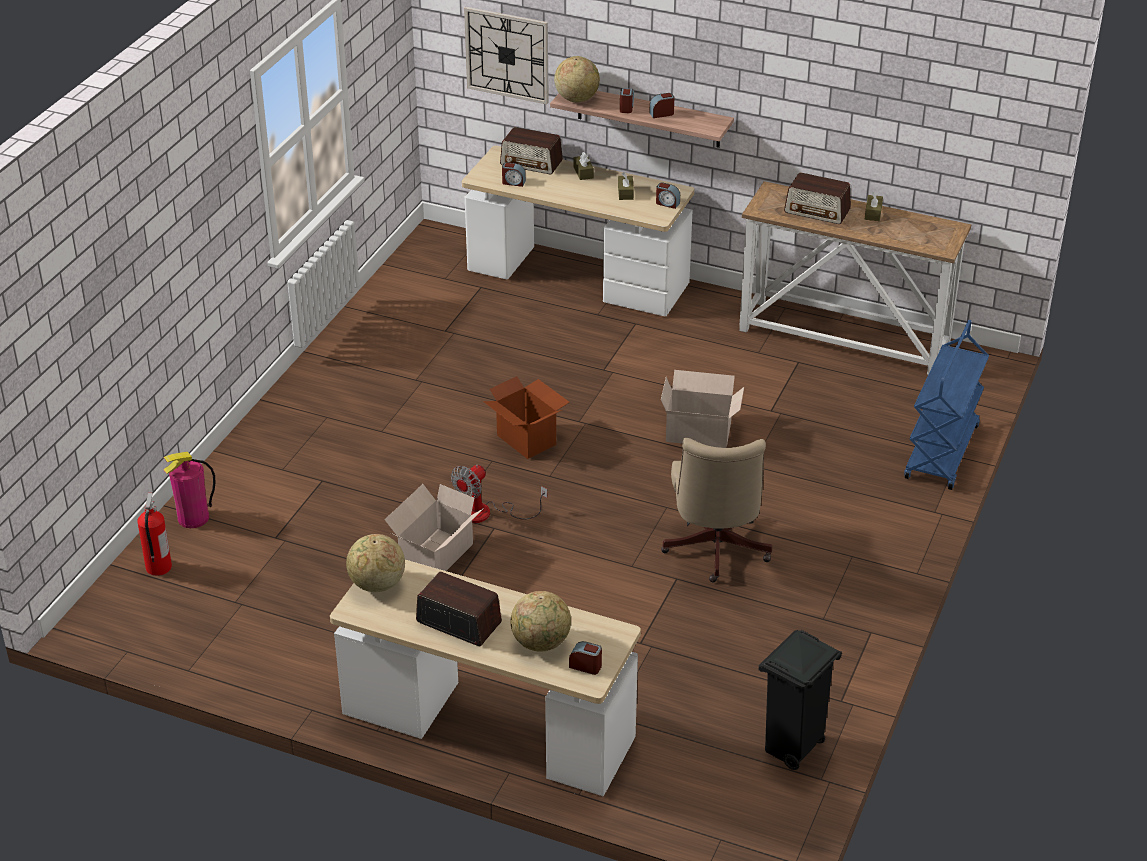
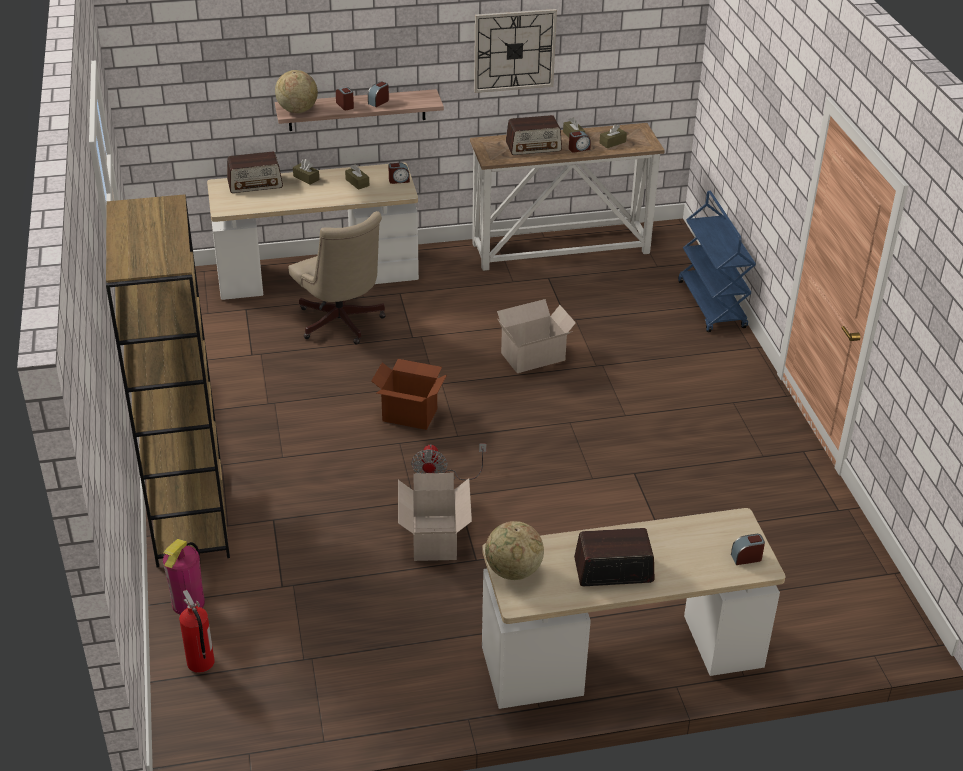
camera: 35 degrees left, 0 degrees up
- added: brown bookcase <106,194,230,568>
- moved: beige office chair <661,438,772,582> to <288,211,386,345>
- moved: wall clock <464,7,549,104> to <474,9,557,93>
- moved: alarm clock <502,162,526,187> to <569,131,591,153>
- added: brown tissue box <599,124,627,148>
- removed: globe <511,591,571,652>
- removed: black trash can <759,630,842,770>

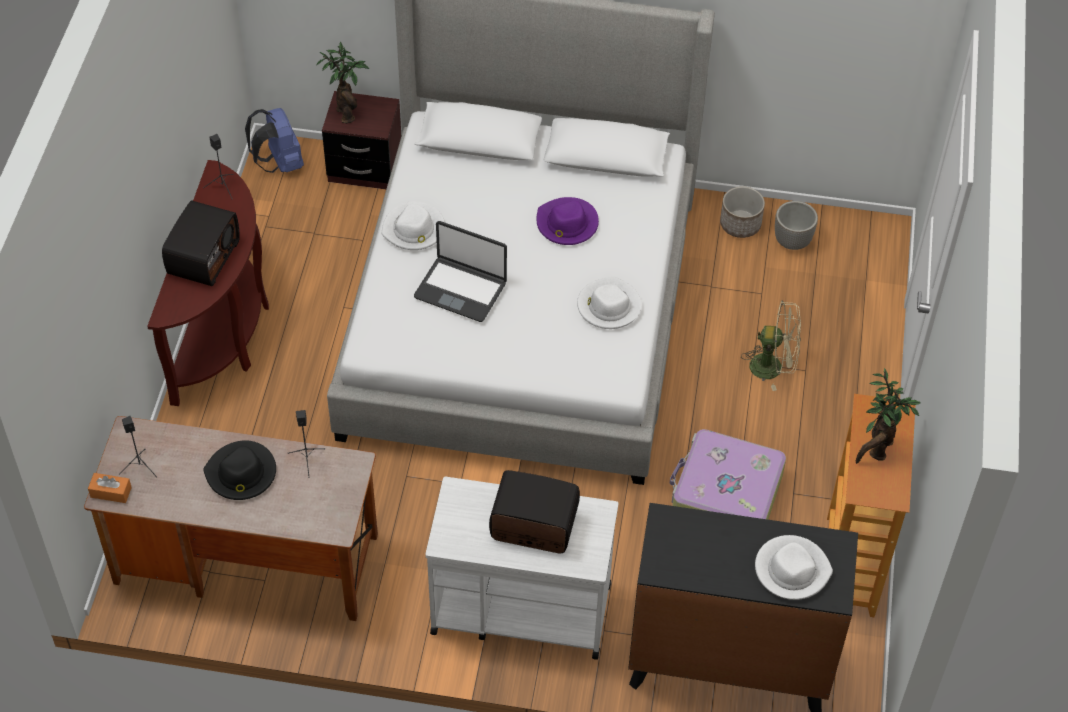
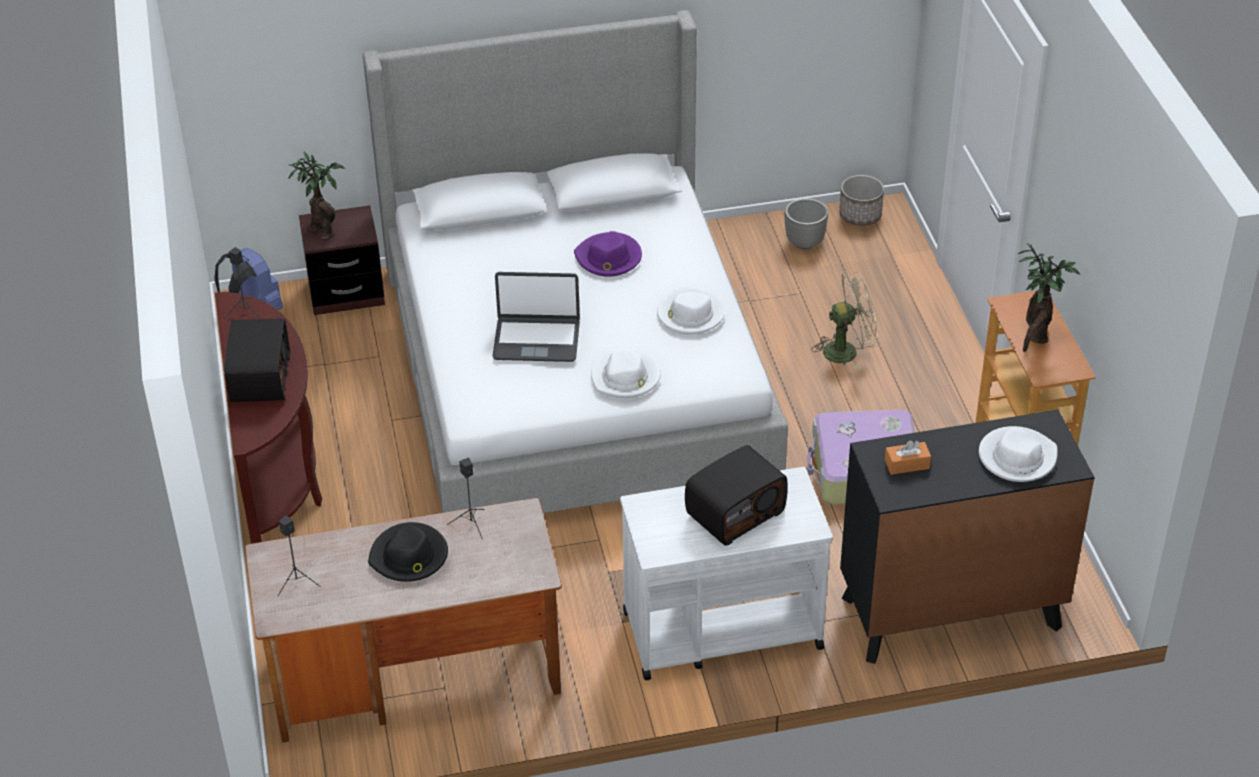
camera: 20 degrees left, 10 degrees down
- moved: white hat <382,201,445,250> to <591,349,661,398>
- turned: radio <489,470,580,554> = <685,445,788,546> 150 degrees clockwise
- moved: planter <720,186,765,238> to <839,175,884,226>
- moved: orange tissue box <88,473,132,503> to <885,440,931,475>

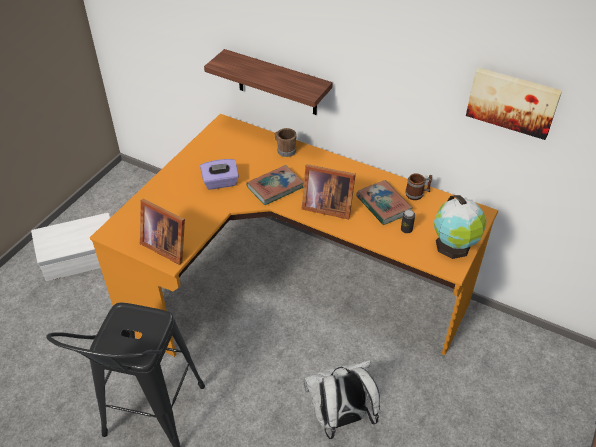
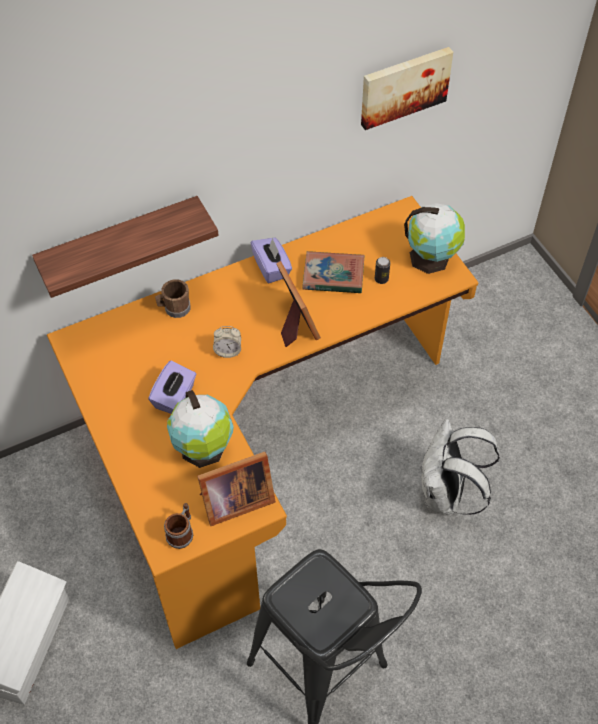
camera: 55 degrees left, 10 degrees up
- moved: mug <405,173,432,200> to <164,503,193,549>
- added: globe <167,390,234,468>
- replaced: book <246,165,304,205> to alarm clock <213,326,241,358>
- added: purple tissue box <251,238,292,283>
- turned: picture frame <302,164,356,219> = <276,261,321,347> 75 degrees counterclockwise

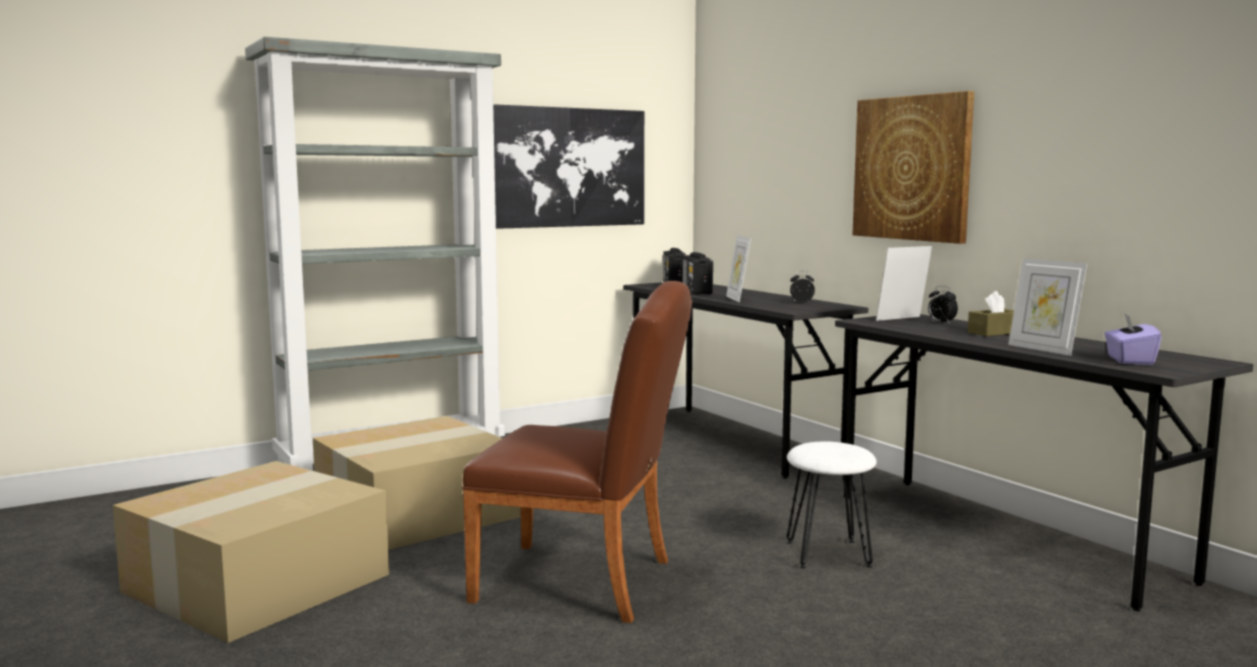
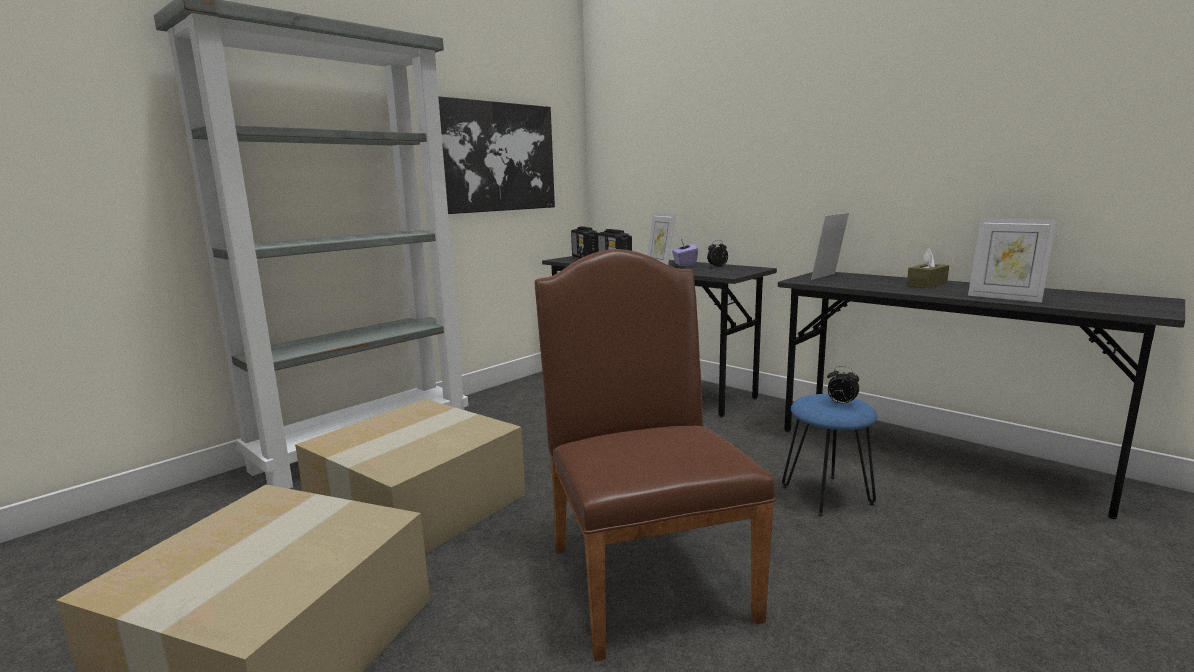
camera: 15 degrees left, 5 degrees up
- turned: brown chair <462,281,692,623> = <534,249,776,661> 105 degrees counterclockwise
- moved: purple tissue box <1104,313,1162,365> to <672,239,698,266>
- recoloured: white stool <787,442,877,569> to blue stool <782,394,877,517>
- moved: alarm clock <928,286,958,324> to <827,366,859,405>
- removed: picture <852,91,975,244>

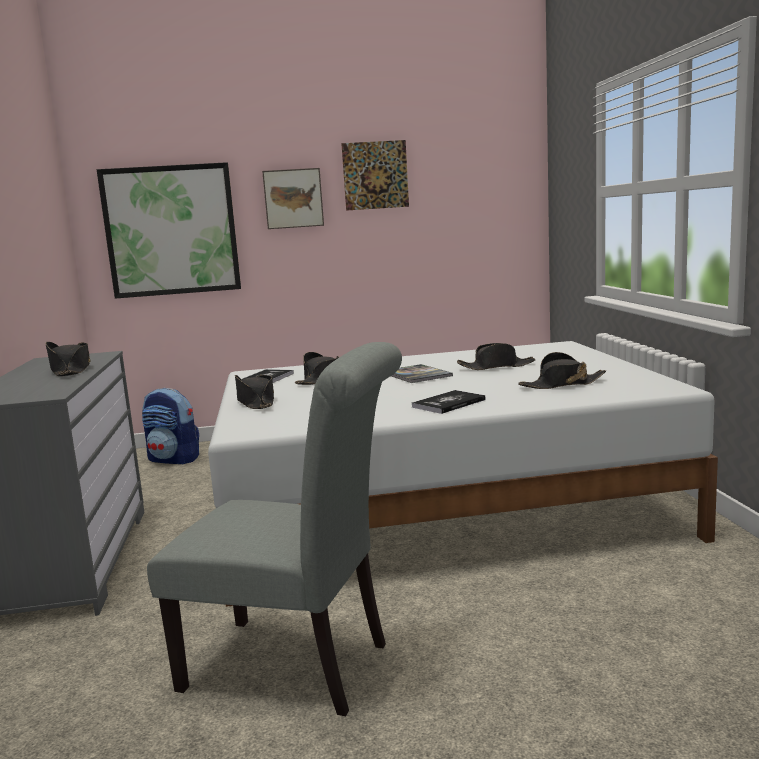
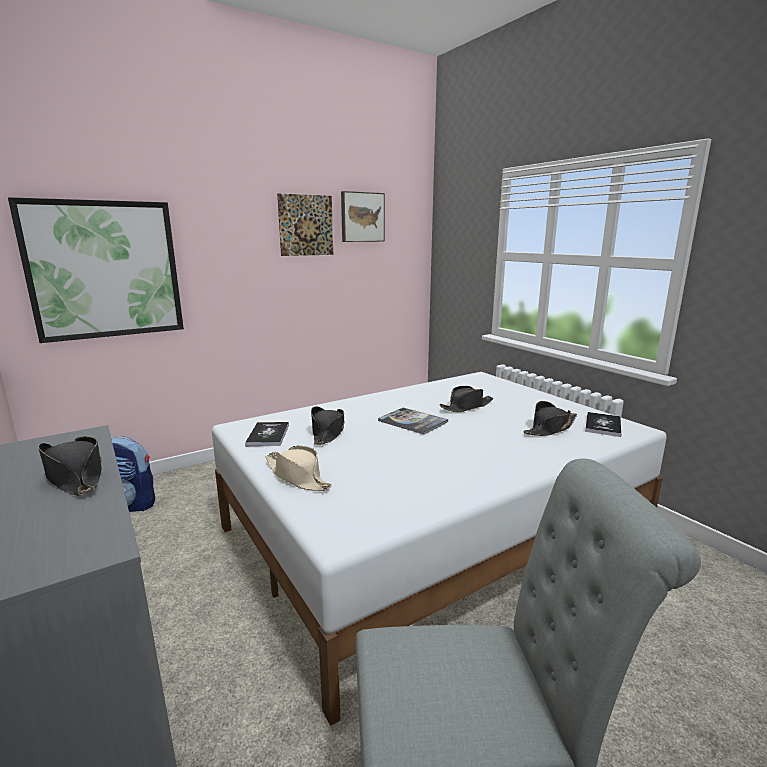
camera: 25 degrees left, 5 degrees up
- recoloured: black hat <235,375,274,409> to beige hat <265,445,332,491>
- moved: picture <262,168,324,229> to <341,191,385,242>
- moved: book <412,390,485,414> to <585,412,621,437>

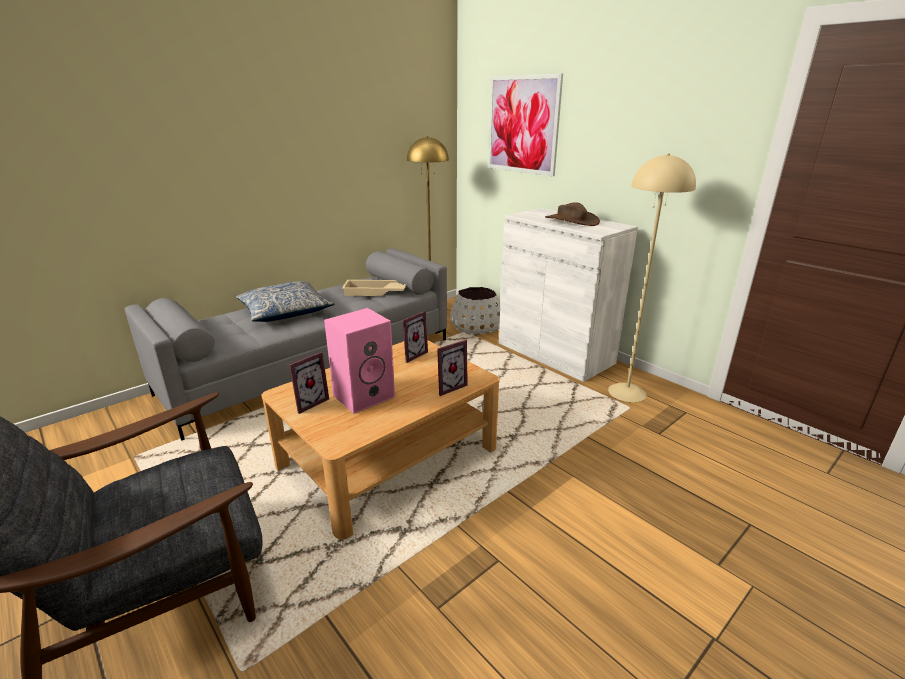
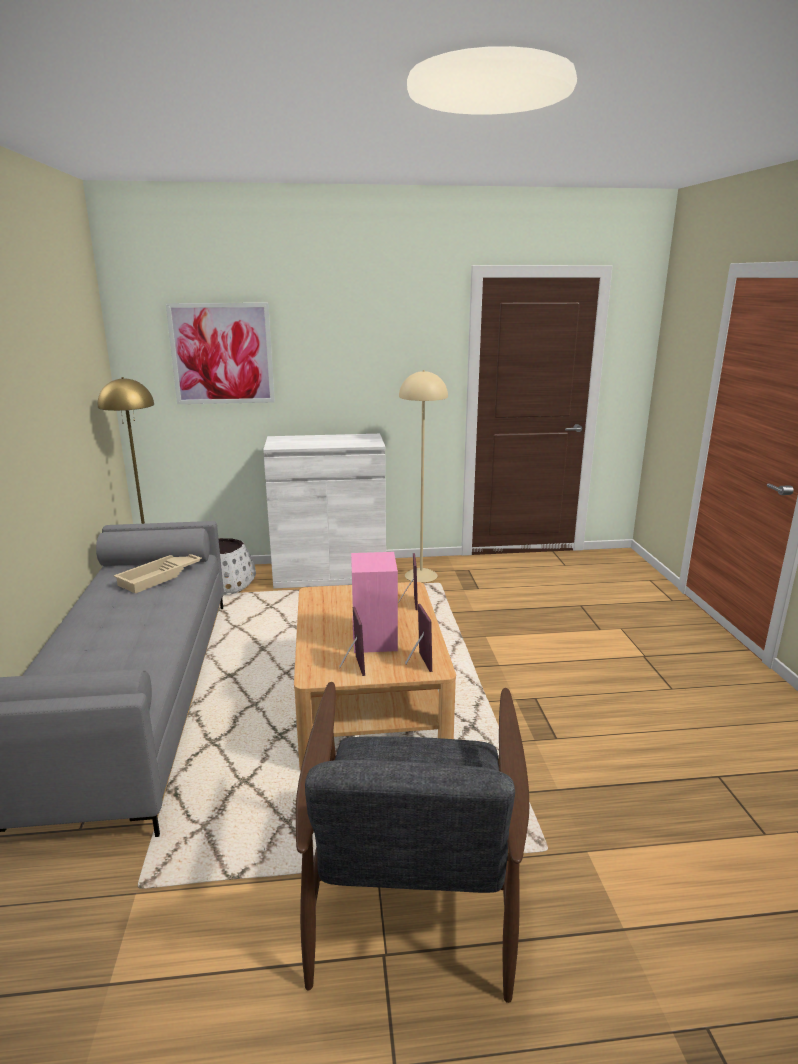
camera: 55 degrees left, 5 degrees down
- moved: picture frame <403,311,428,363> to <405,604,432,672>
- removed: pillow <236,281,335,322>
- removed: brown hat <545,202,600,226>

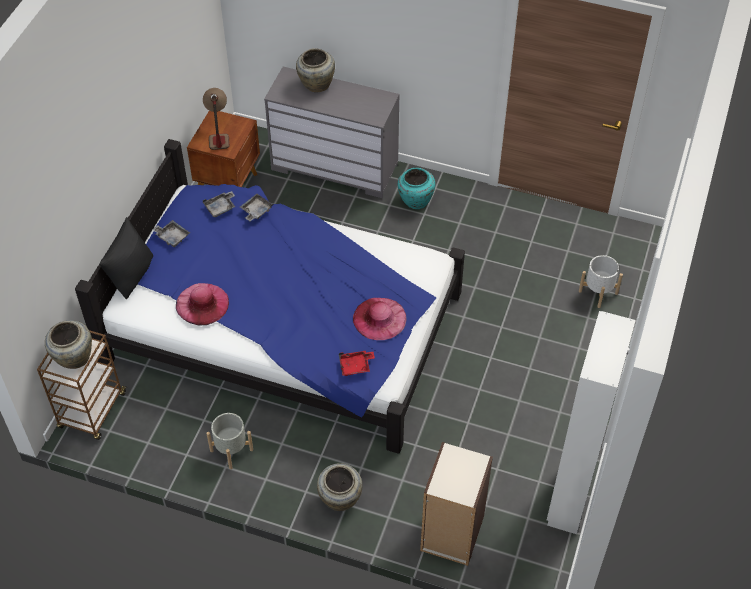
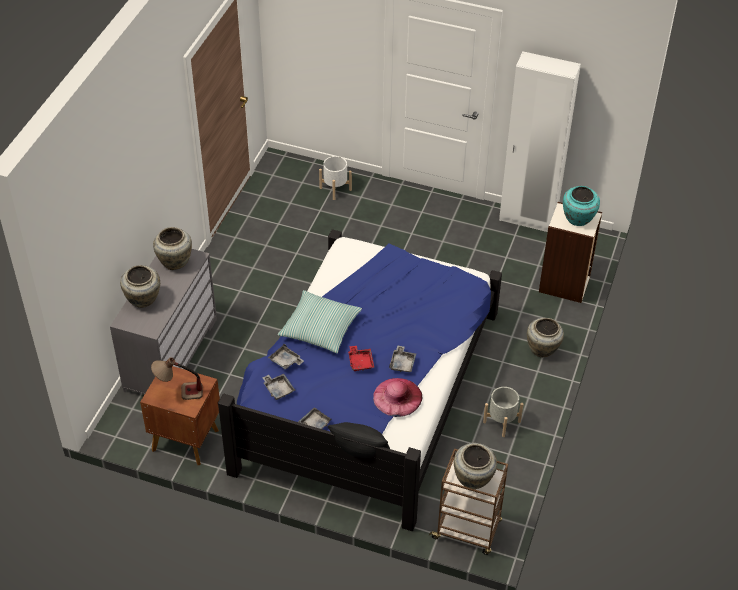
camera: 90 degrees left, 5 degrees down
- added: beige vase <153,227,192,270>
- added: pillow <277,290,362,353>
- moved: red tray <339,351,375,376> to <348,346,374,371>
- added: grey tray <389,346,416,372>
- moved: turquoise vase <398,168,435,209> to <563,186,600,226>
- removed: pink hat <353,298,407,340>

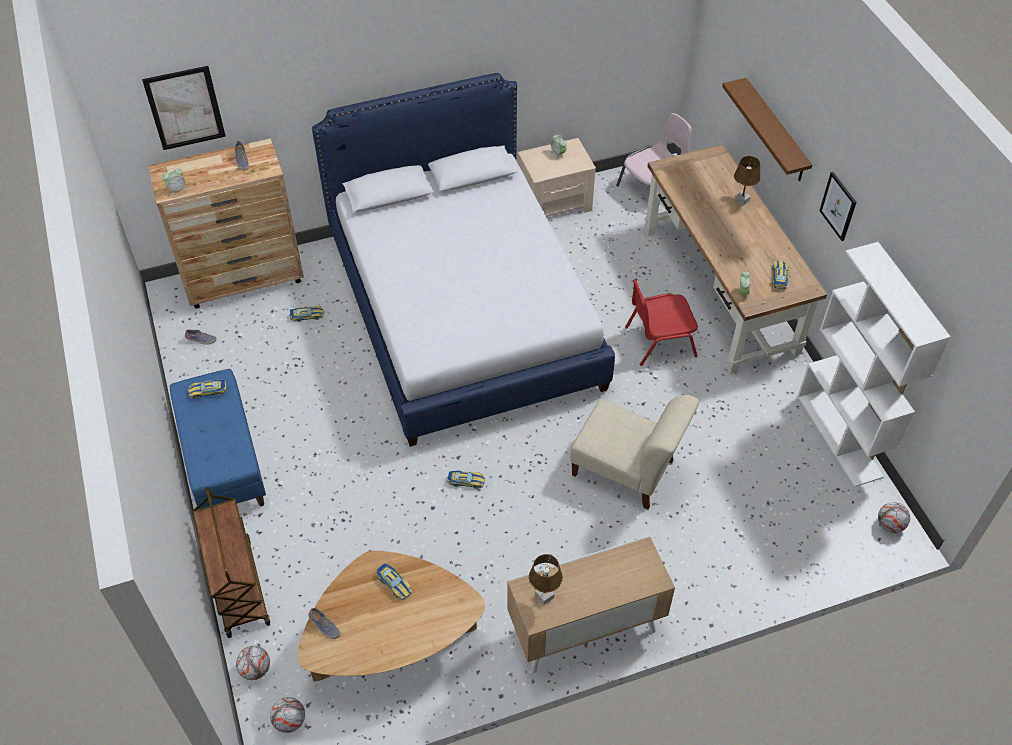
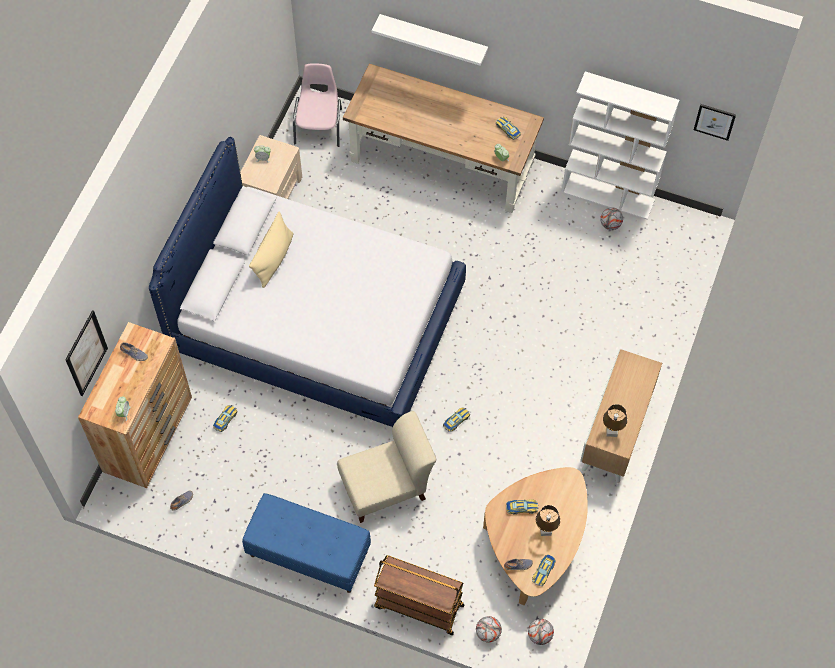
camera: 50 degrees left, 10 degrees up
- added: beige pillow <249,211,293,288>
- moved: beige chair <570,395,699,509> to <337,411,436,523>
- recoloured: brown shelf <722,78,812,181> to white shelf <372,14,488,66>
- moved: toy car <188,380,227,399> to <532,555,556,586>
- moved: brown table lamp <734,156,760,206> to <536,505,560,536>
- moved: football <878,502,910,533> to <600,208,623,230>
- moved: picture <819,172,857,241> to <694,104,736,141>
- removed: red chair <625,279,698,366>

